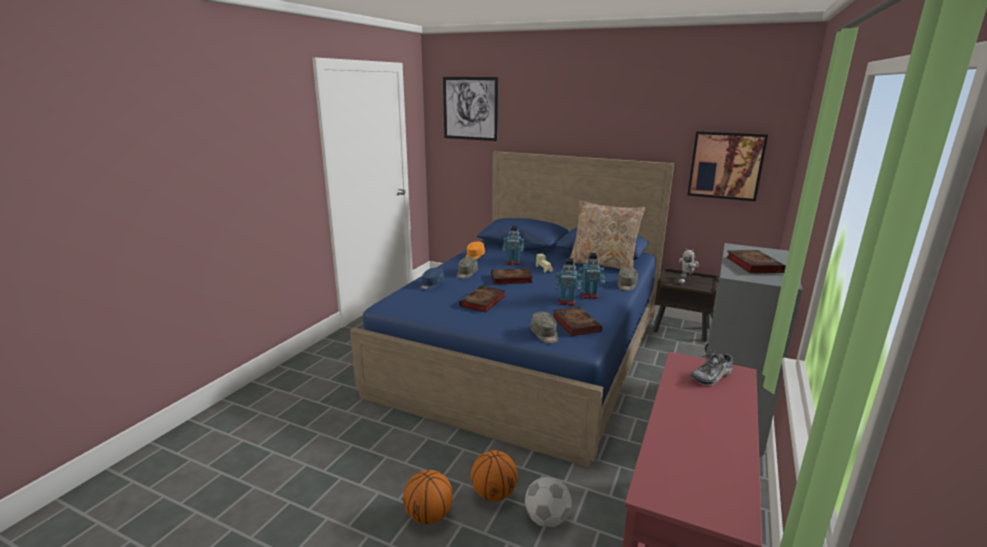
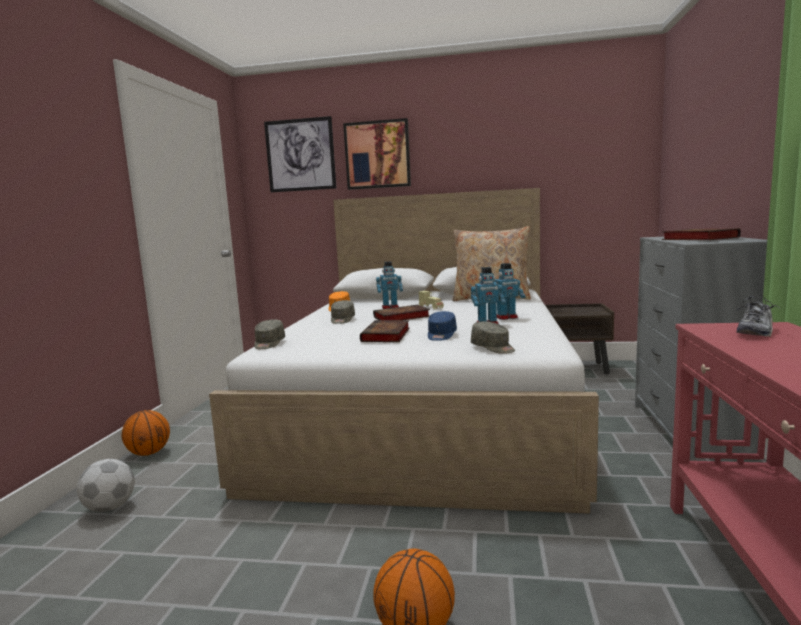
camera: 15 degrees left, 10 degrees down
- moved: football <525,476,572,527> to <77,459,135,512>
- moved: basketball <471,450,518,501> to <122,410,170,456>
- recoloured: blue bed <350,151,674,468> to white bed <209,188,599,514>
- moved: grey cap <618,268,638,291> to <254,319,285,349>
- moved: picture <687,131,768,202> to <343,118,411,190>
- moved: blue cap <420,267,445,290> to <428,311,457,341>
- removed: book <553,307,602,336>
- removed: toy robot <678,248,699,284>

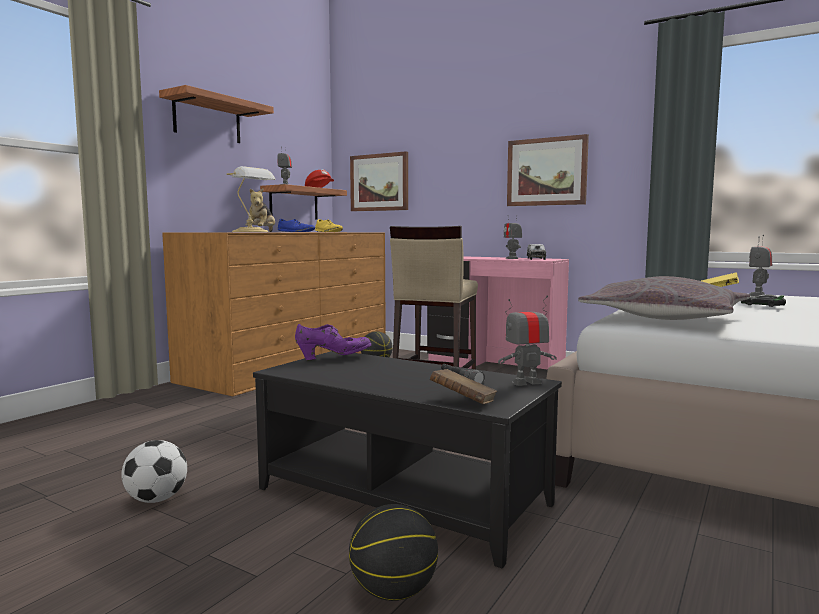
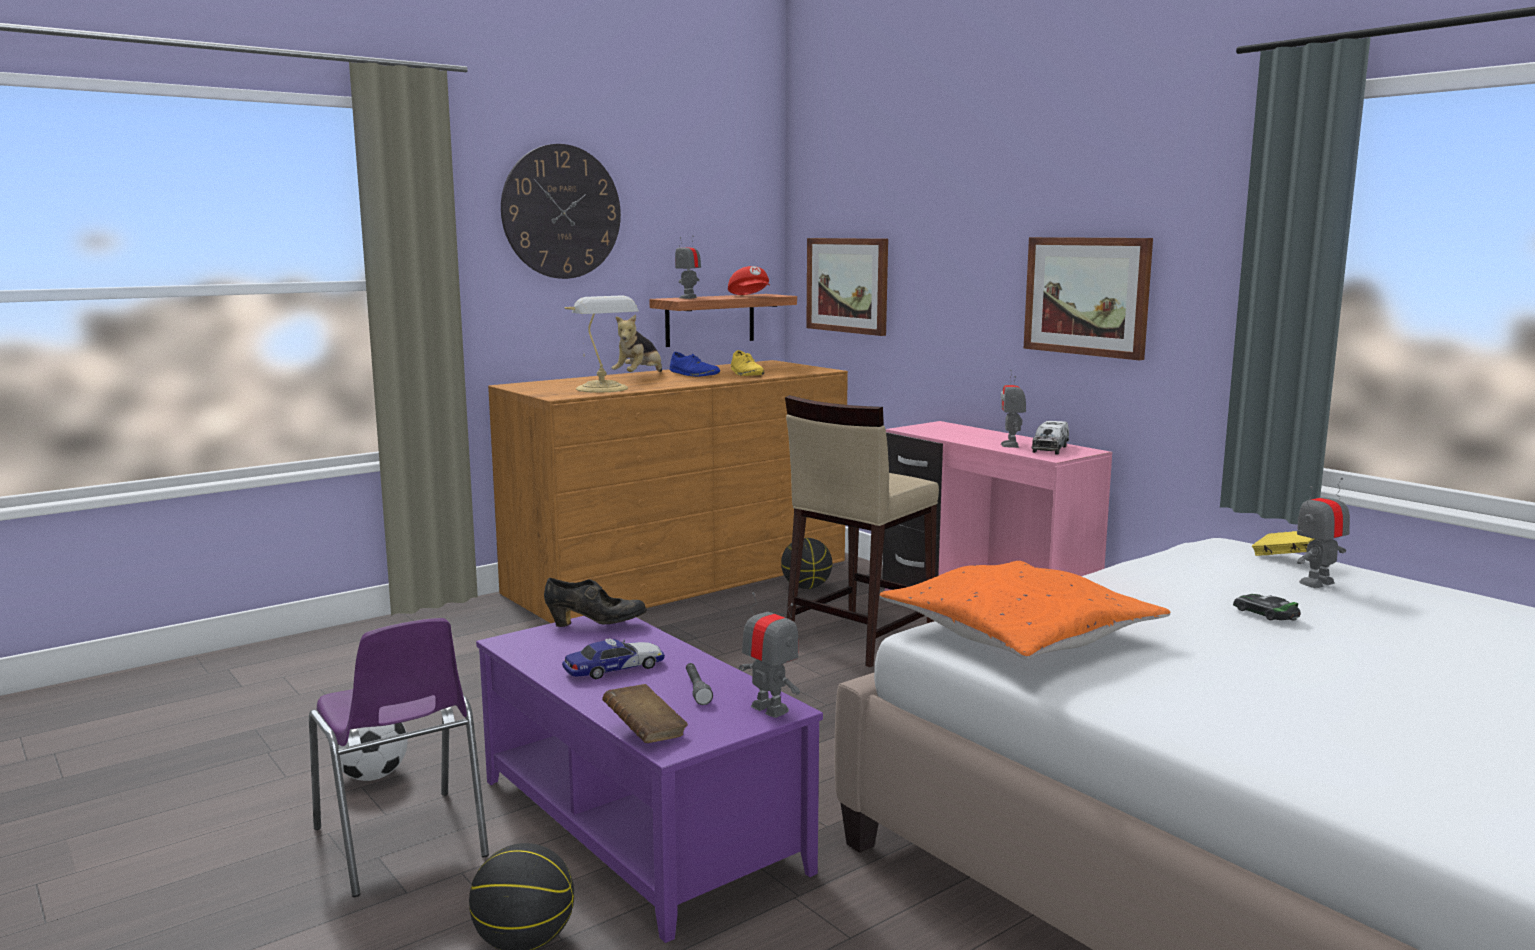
camera: 20 degrees right, 5 degrees up
- added: purple chair <309,618,489,897>
- recoloured: black coffee table <253,351,562,568> to purple coffee table <476,616,823,943>
- replaced: shelf <159,85,274,143> to wall clock <501,144,621,279>
- recoloured: purple shoe <295,324,371,361> to black shoe <544,578,647,627>
- added: toy car <562,639,665,679>
- turned: toy robot <498,296,557,386> = <739,592,800,718> 45 degrees clockwise
- recoloured: grey pillow <578,276,750,320> to orange pillow <880,561,1170,659>

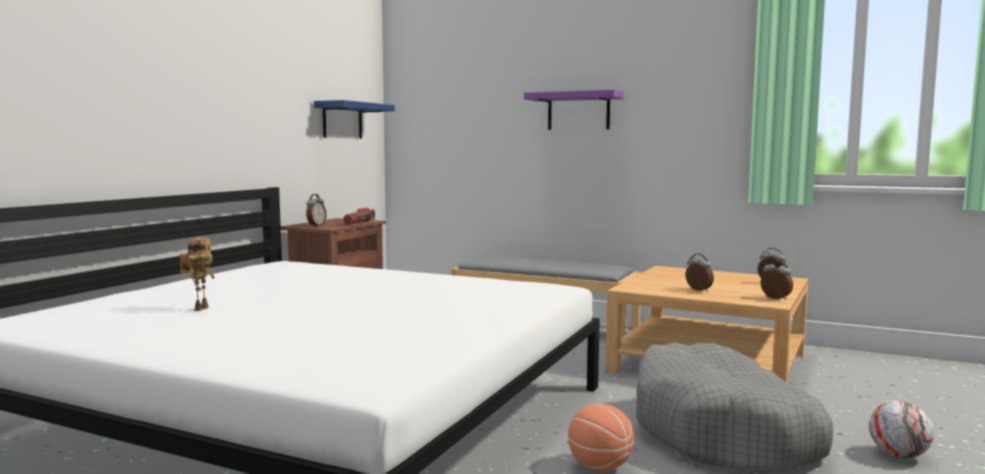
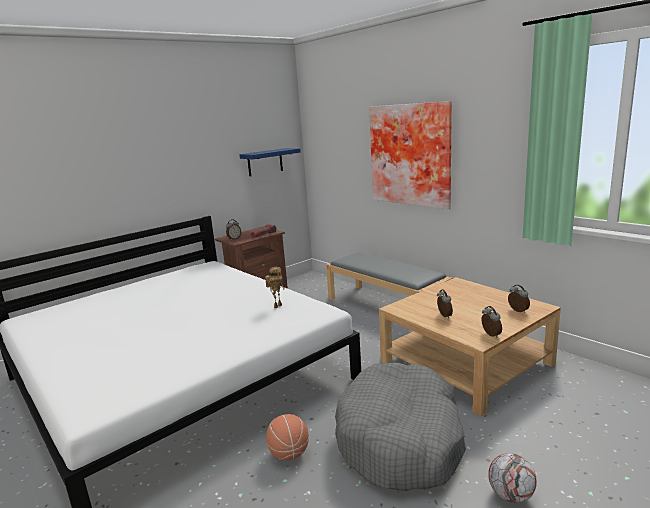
camera: 25 degrees right, 10 degrees up
- moved: toy robot <179,237,215,311> to <265,267,285,308>
- replaced: purple shelf <524,90,624,130> to picture <369,101,452,209>

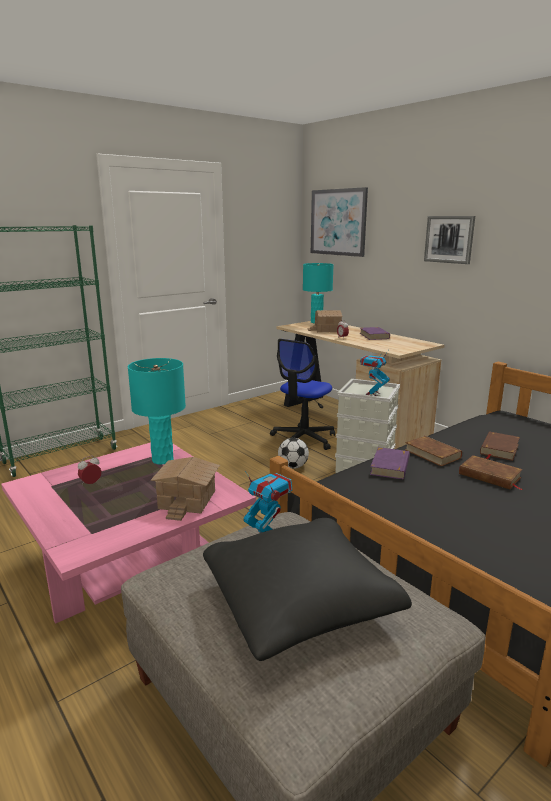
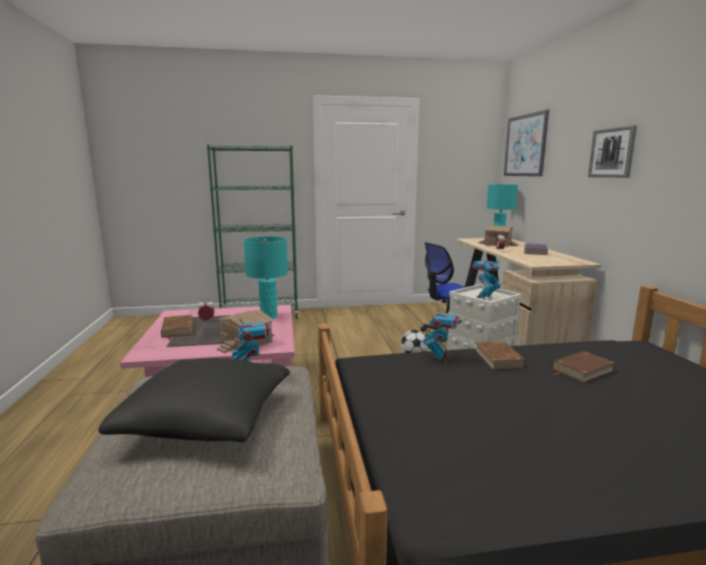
camera: 30 degrees right, 5 degrees down
- moved: brown book <459,455,523,490> to <161,315,193,340>
- replaced: purple book <370,447,410,480> to toy robot <423,302,461,363>

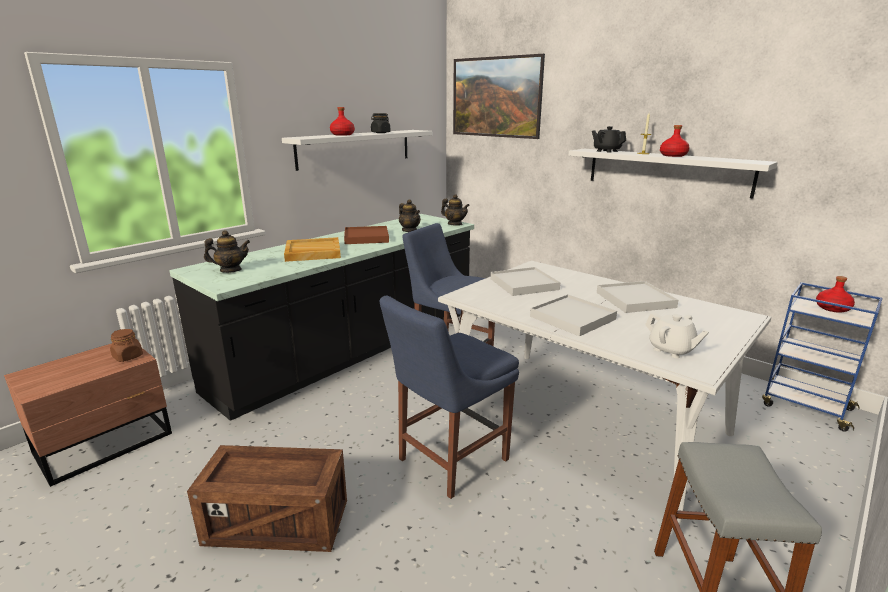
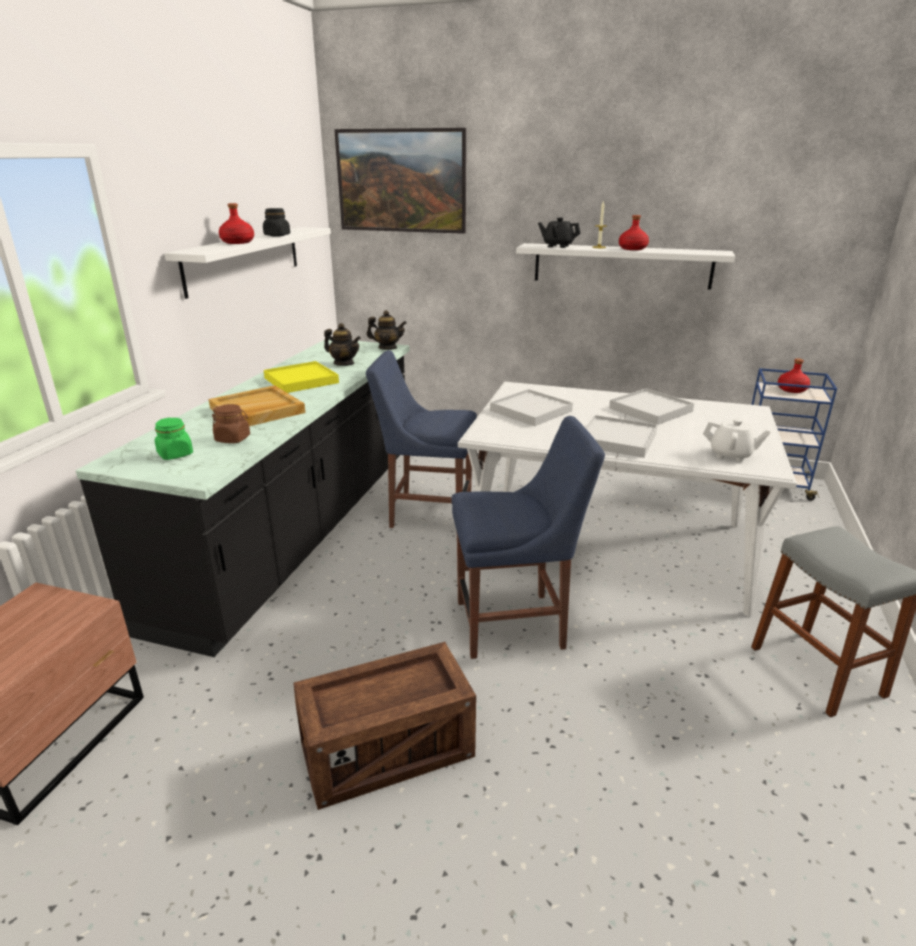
camera: 25 degrees left, 5 degrees up
- replaced: teapot <204,230,250,273> to green jar <155,418,193,460>
- moved: brown jar <110,329,143,362> to <212,404,250,443>
- recoloured: brown tray <344,226,389,244> to yellow tray <264,361,339,393>
- turned: blue chair <380,296,519,499> = <451,416,605,659> 120 degrees counterclockwise

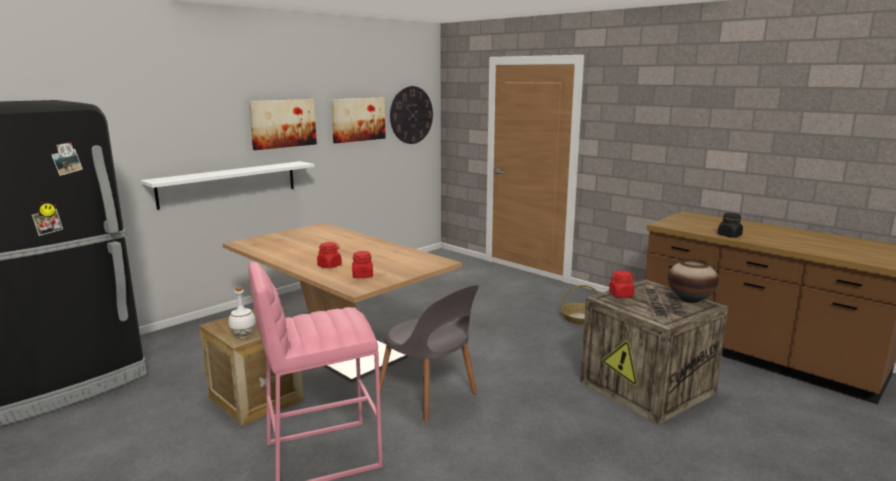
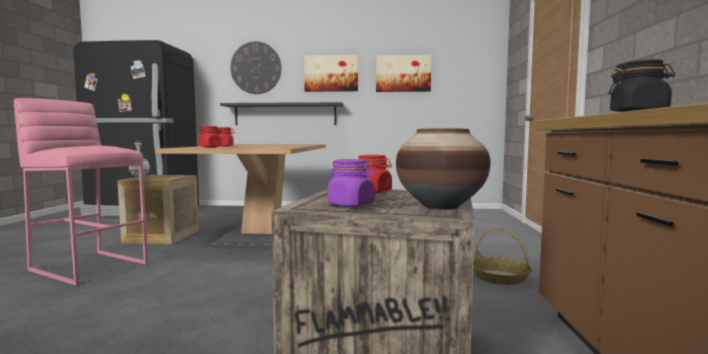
camera: 50 degrees right, 10 degrees down
- recoloured: white shelf <140,161,315,210> to black shelf <220,102,344,125>
- moved: wall clock <390,86,433,144> to <231,41,281,94>
- added: purple jar <328,159,375,207>
- removed: grey chair <379,285,479,422>

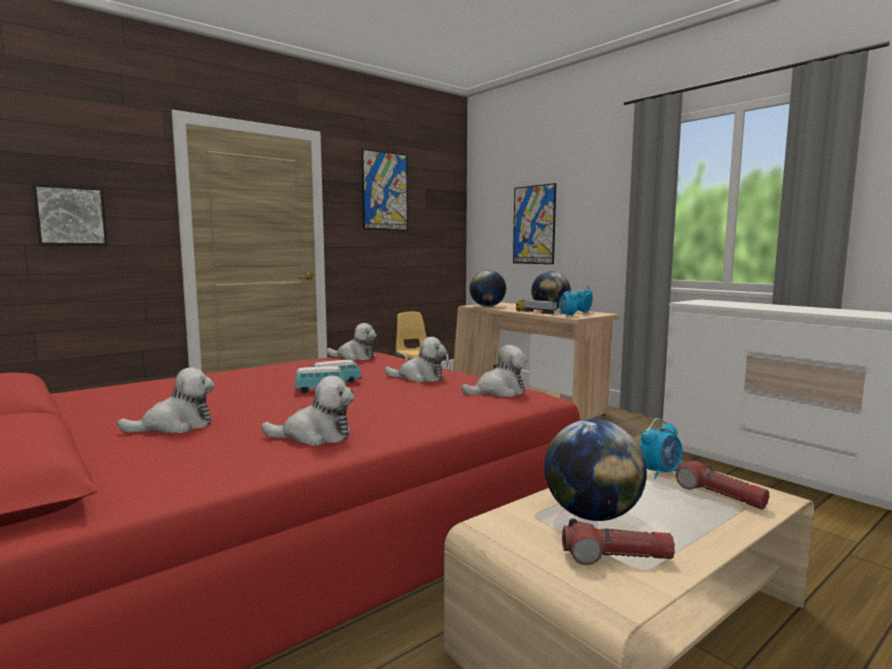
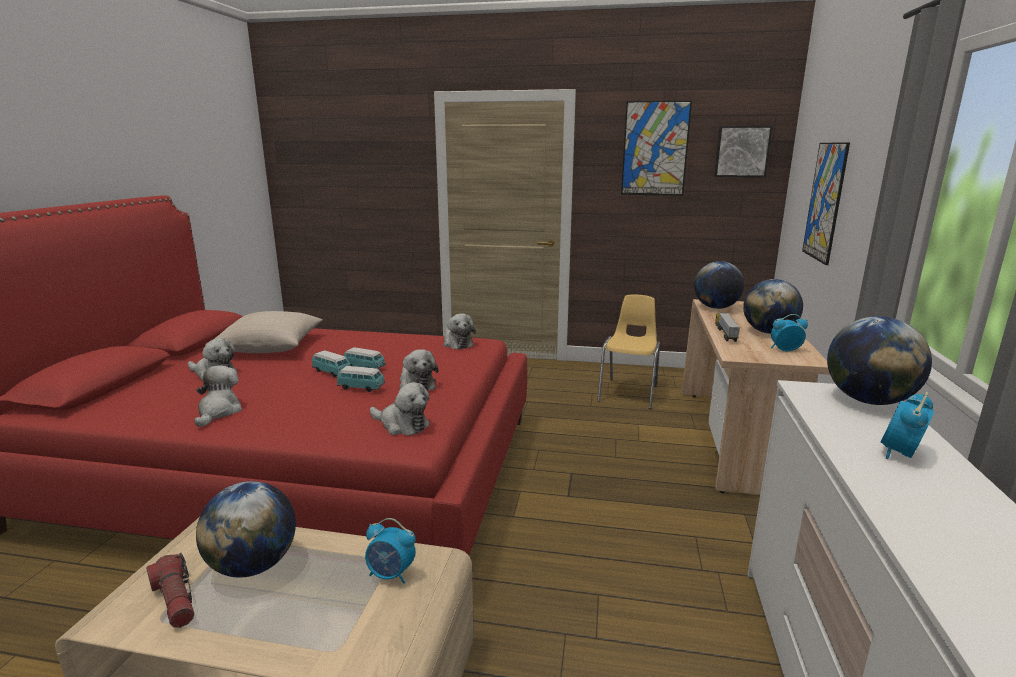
camera: 50 degrees right, 10 degrees up
- turned: plush toy <261,376,355,446> = <194,365,242,427> 135 degrees counterclockwise
- added: beige pillow <205,311,323,353>
- added: toy car <337,366,385,392>
- moved: picture <33,184,108,245> to <714,126,773,177>
- added: globe <827,316,932,405>
- moved: alarm clock <559,288,578,317> to <880,392,934,459>
- removed: flashlight <676,459,769,510>

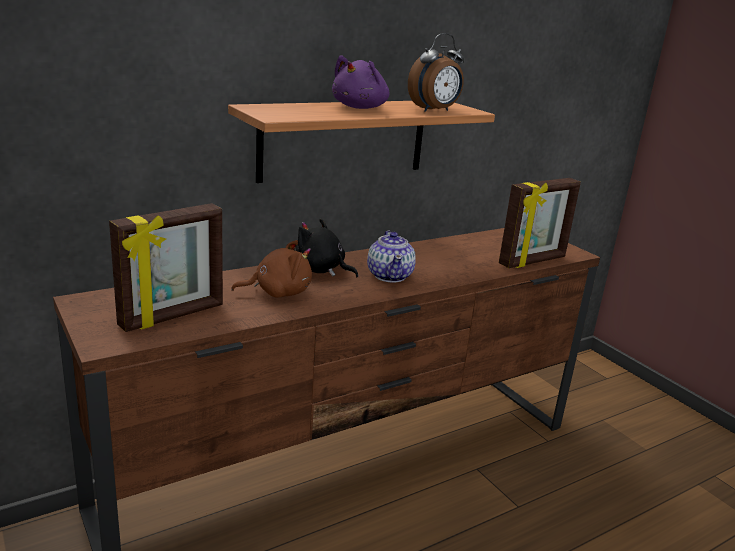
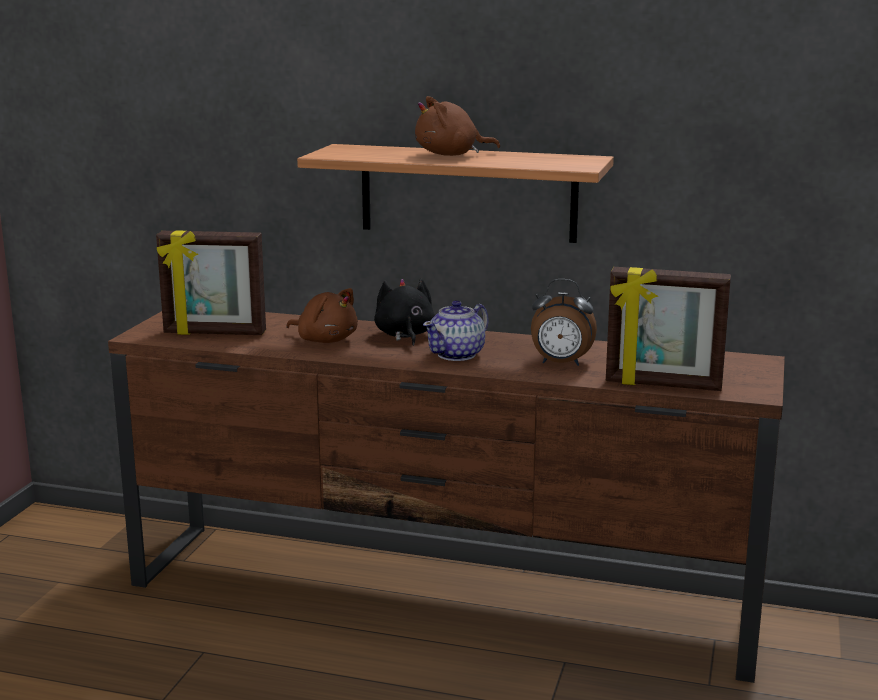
camera: 50 degrees right, 5 degrees down
- recoloured: purple plush toy <332,55,389,109> to brown plush toy <415,96,500,156>
- moved: alarm clock <408,33,464,112> to <531,279,597,366>

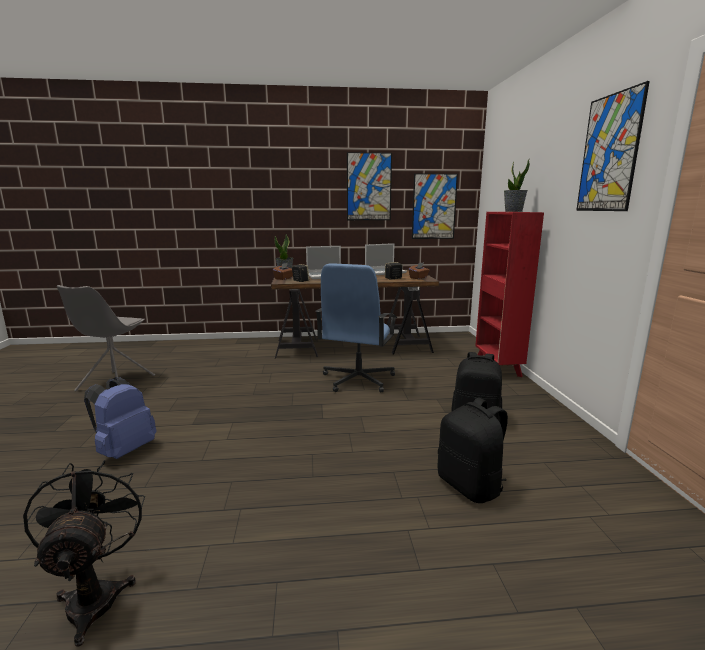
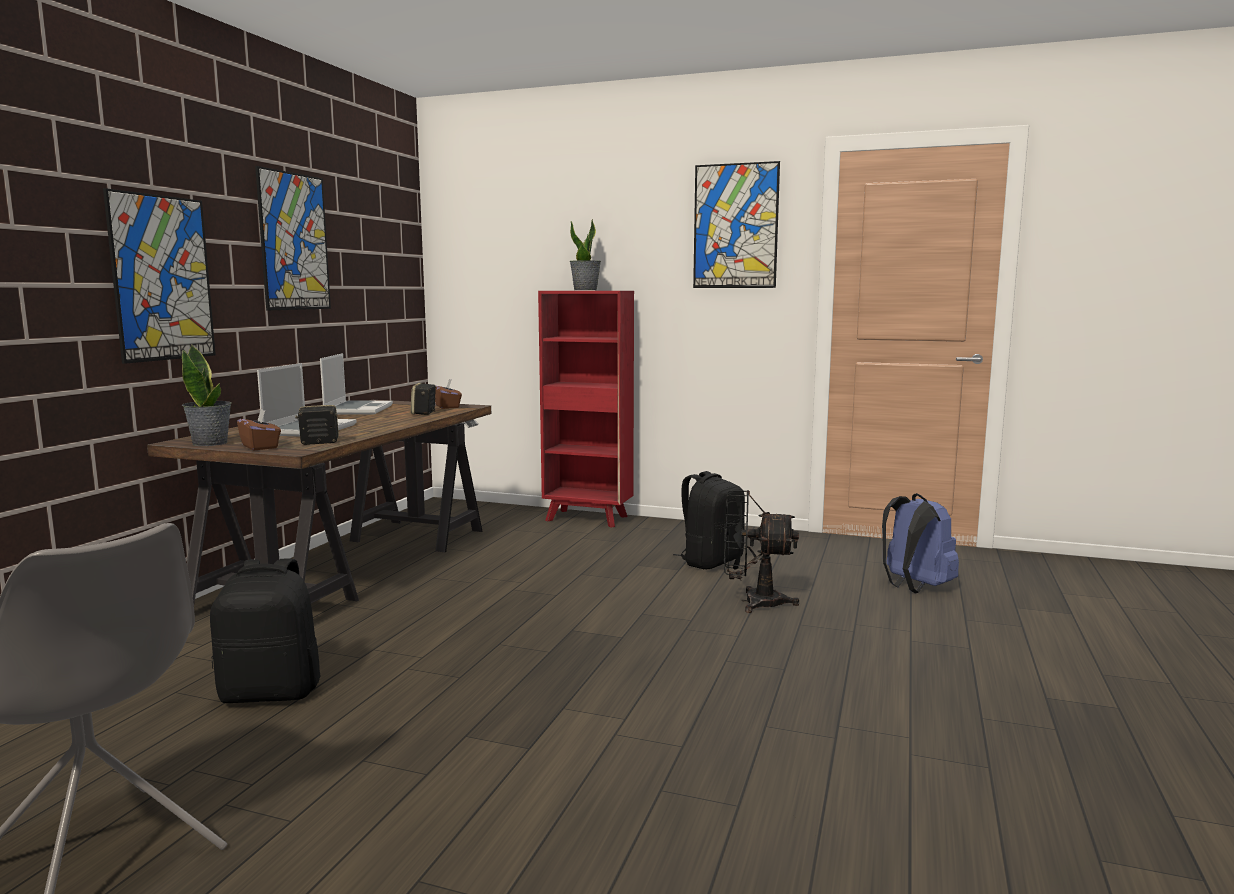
camera: 65 degrees left, 5 degrees down
- moved: picture <412,173,458,239> to <103,188,216,364>
- moved: black backpack <438,398,508,503> to <210,558,320,703>
- moved: black fan <23,460,145,647> to <724,490,799,613>
- moved: blue backpack <84,377,156,459> to <882,493,959,593>
- removed: blue office chair <316,263,397,393>

